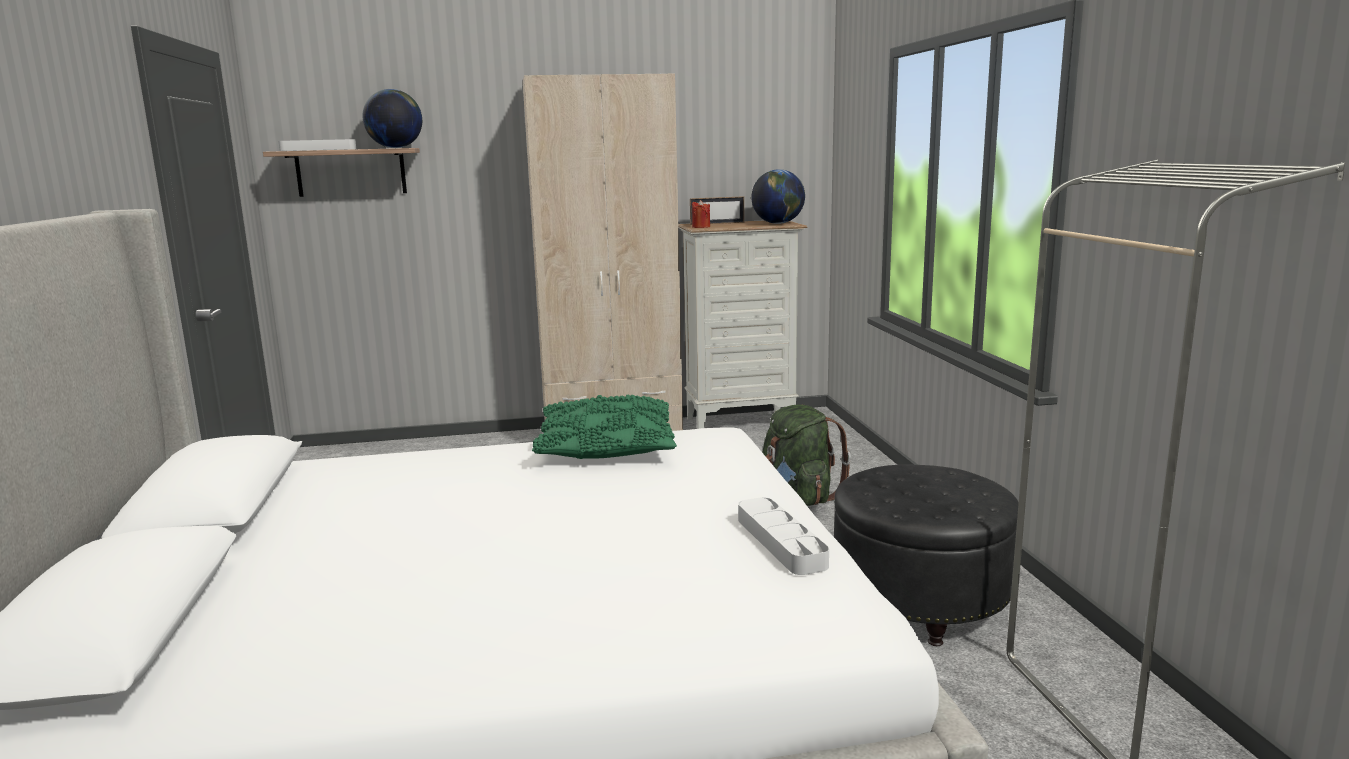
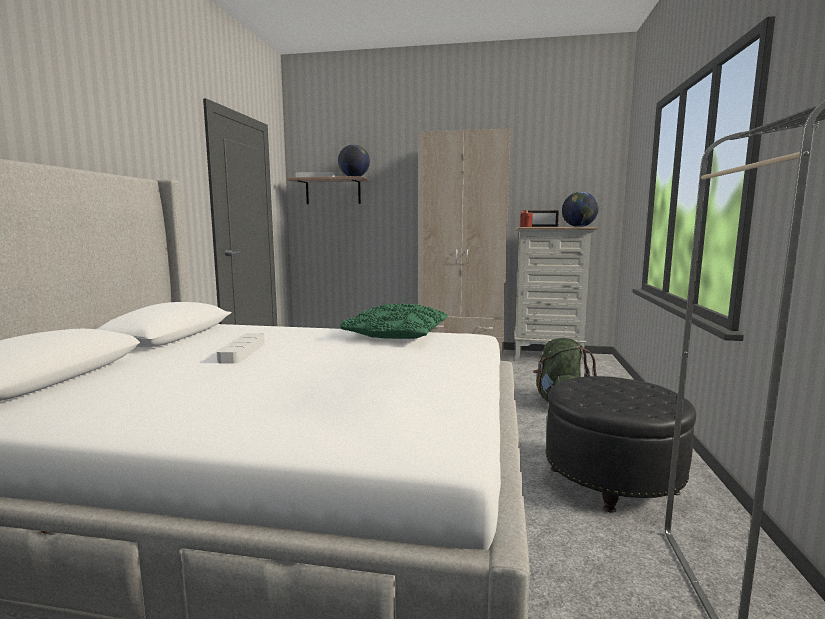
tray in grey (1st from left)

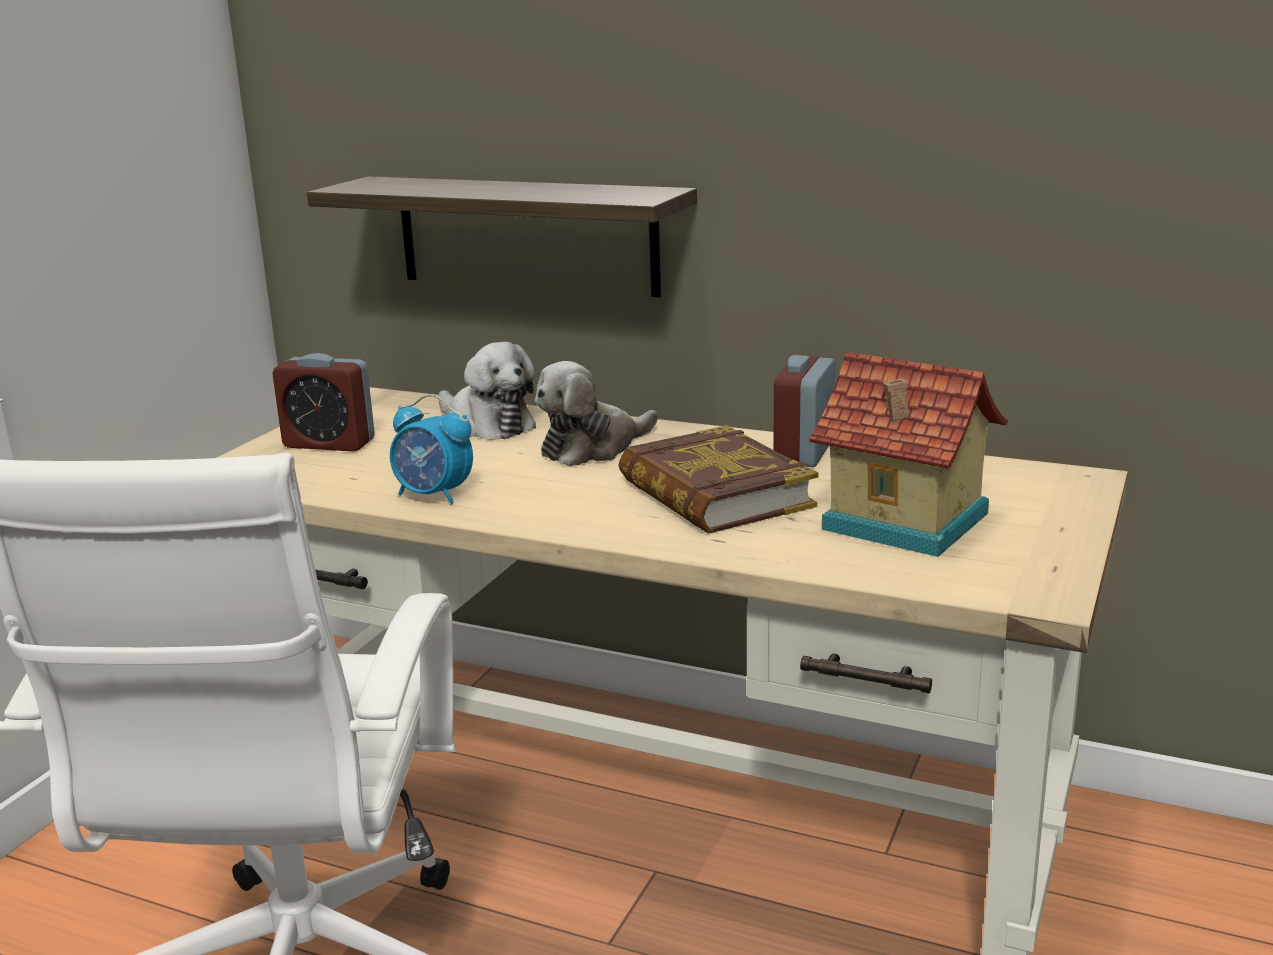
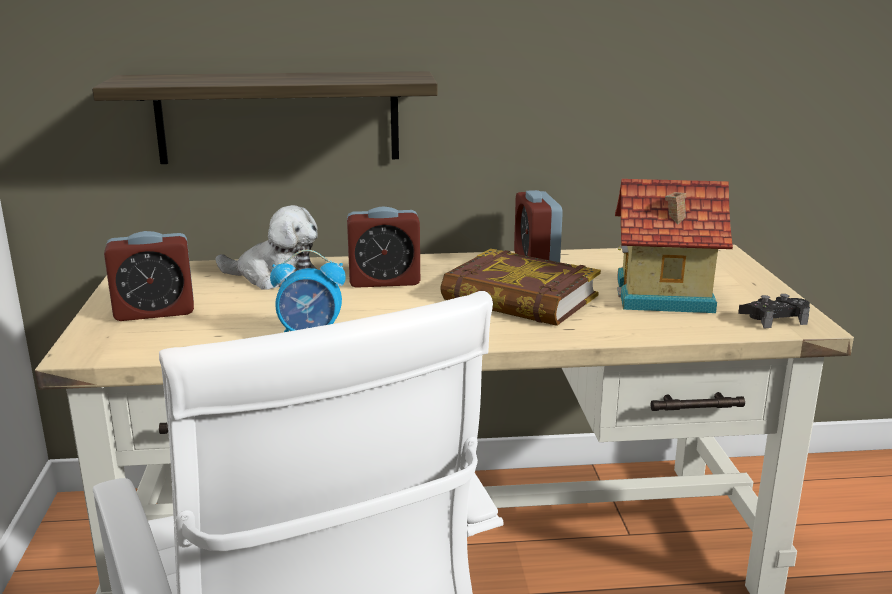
alarm clock (3rd from left); game controller in black

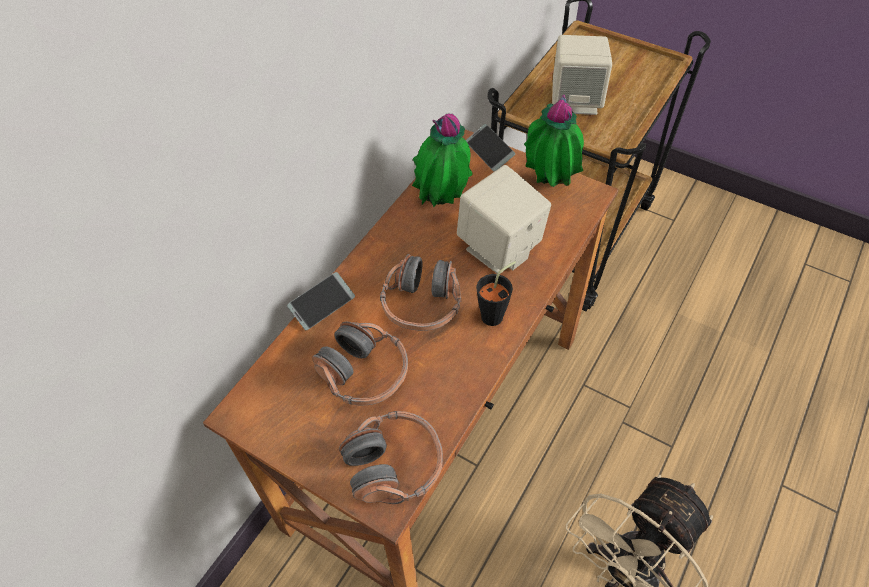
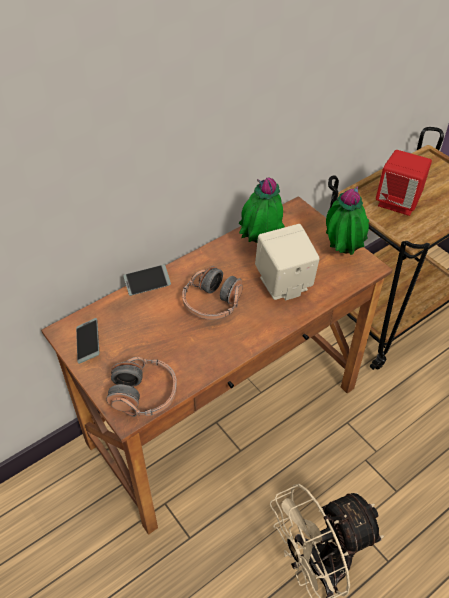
phone (1st from left); speaker in red; headphones (1st from left in the first image); cup in black

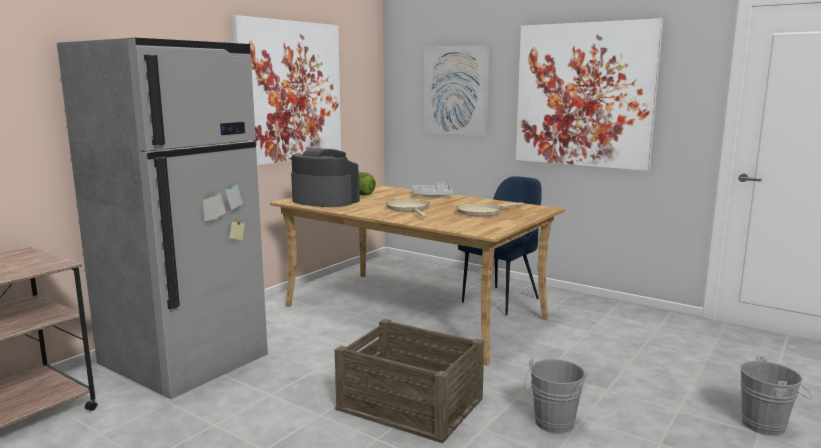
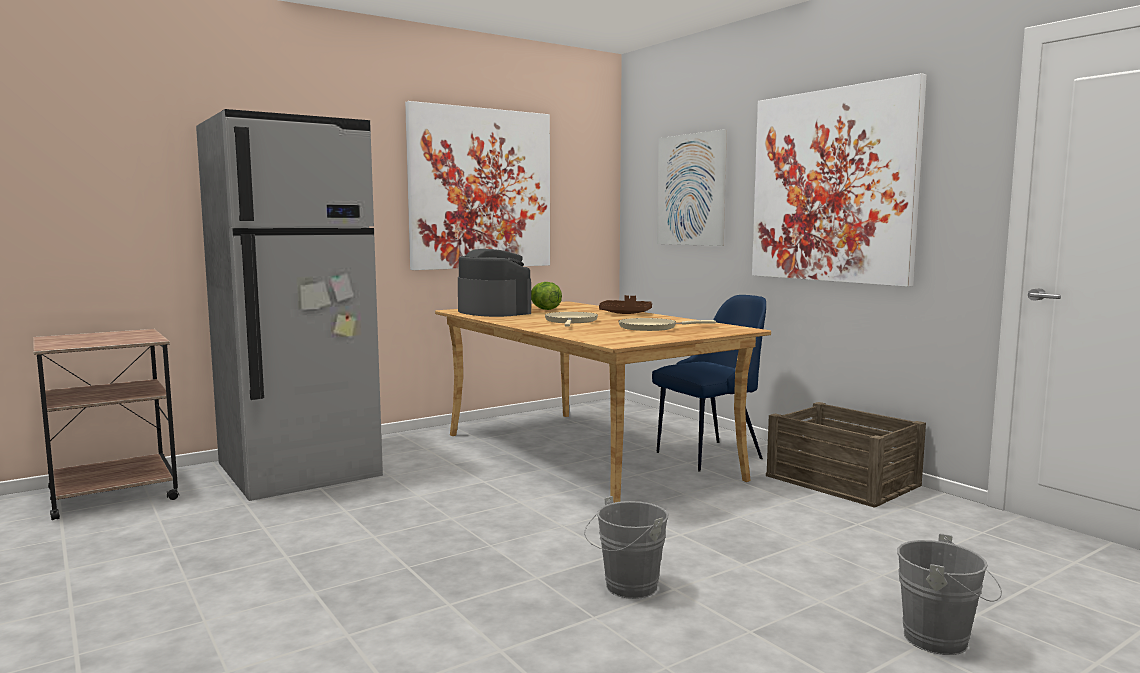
tray in brown; crate

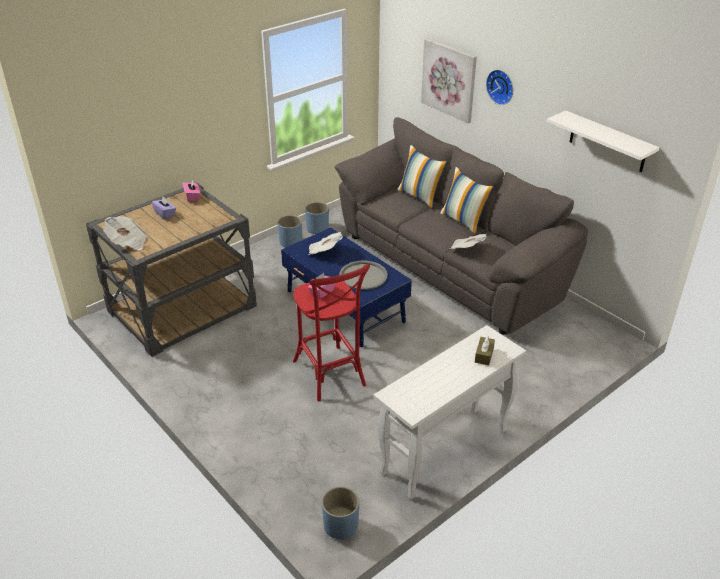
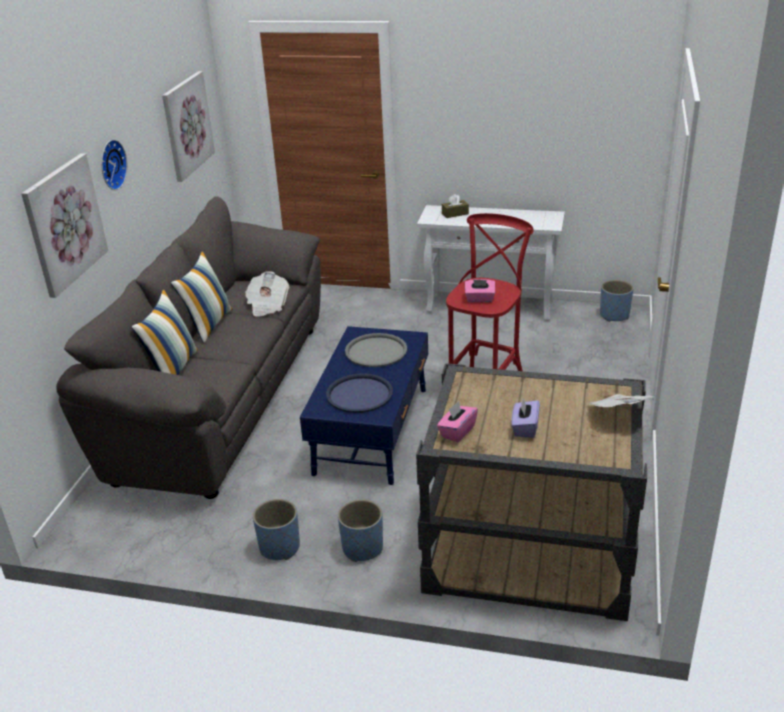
picture (2nd from left); tray in blue; planter in blue (2nd from left)

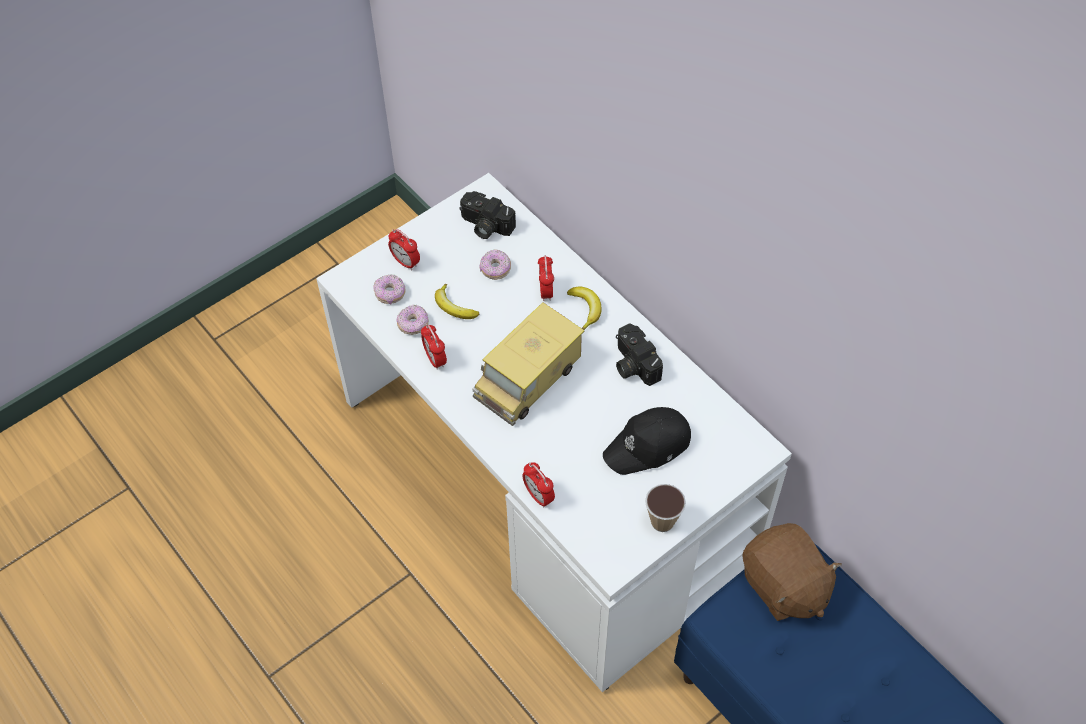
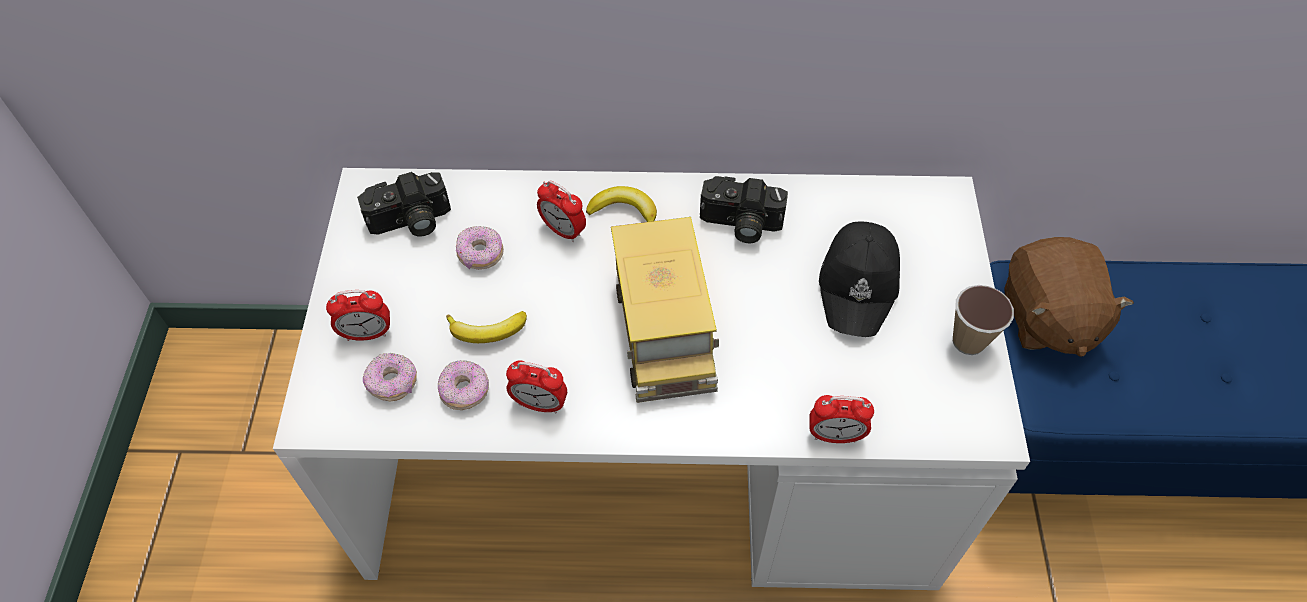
plush toy in brown

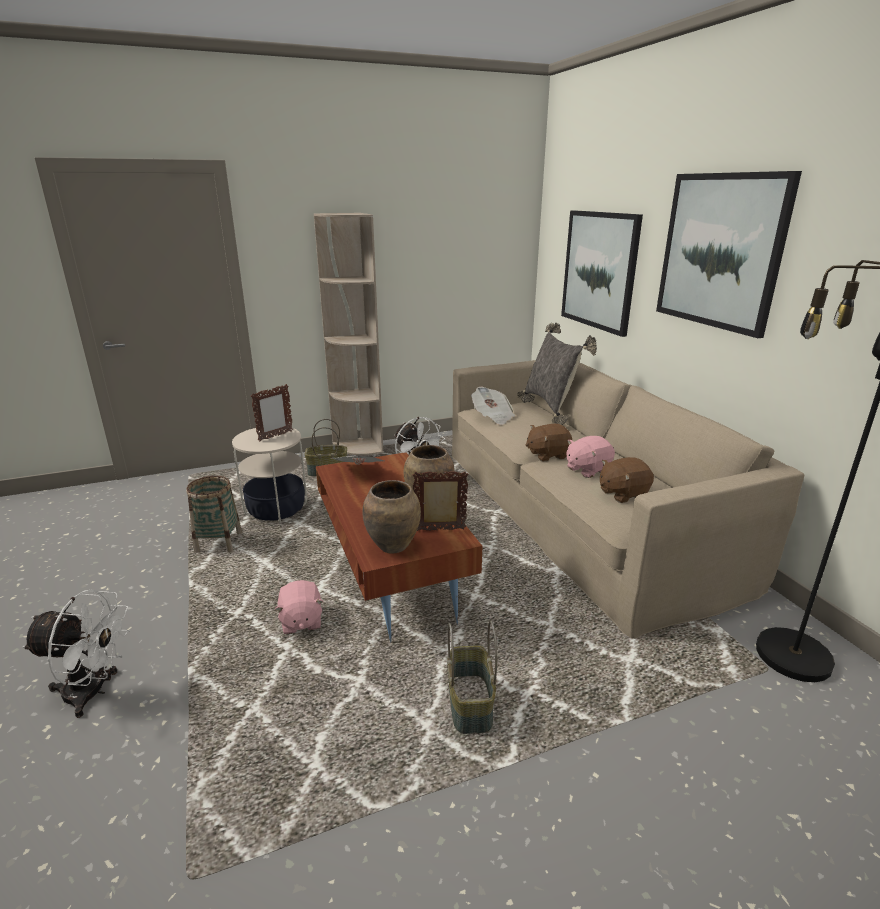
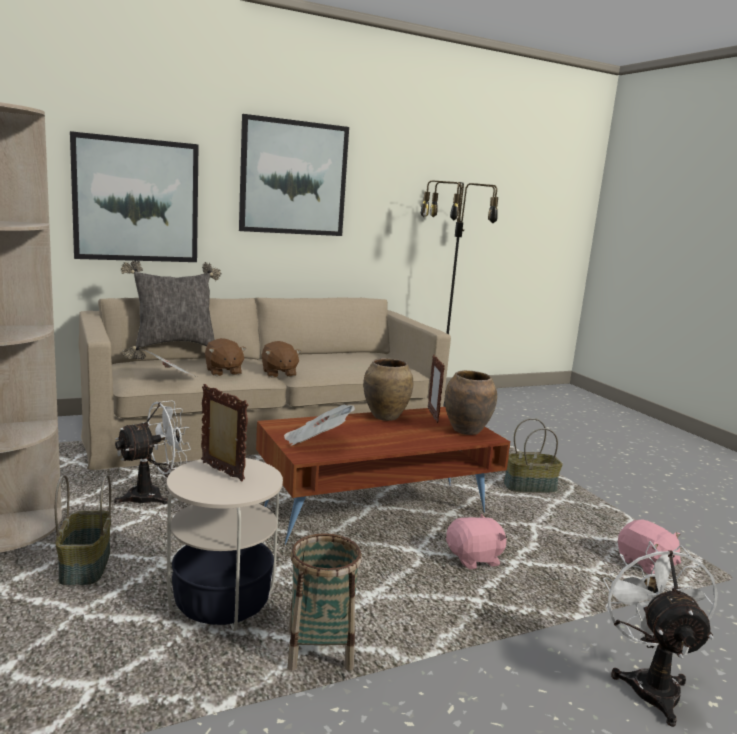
plush toy in brown (1st from left); plush toy in pink (2nd from left)

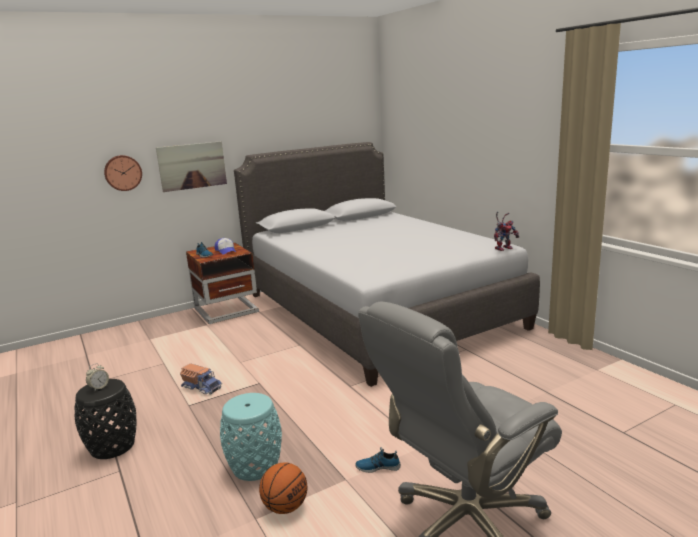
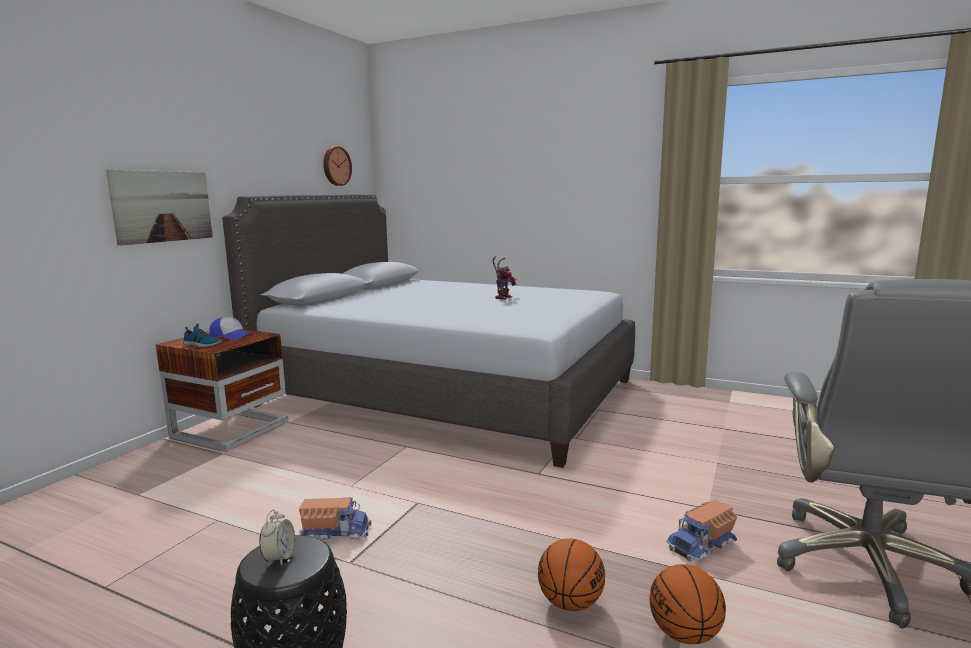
wall clock; toy robot; basketball (1st from left); toy truck (2nd from left)

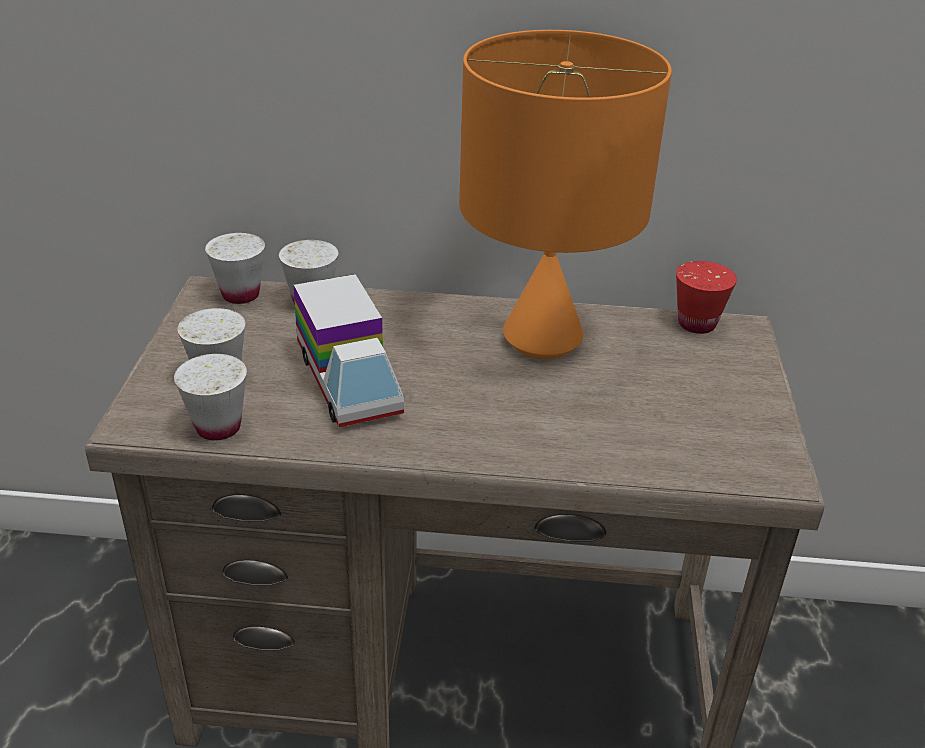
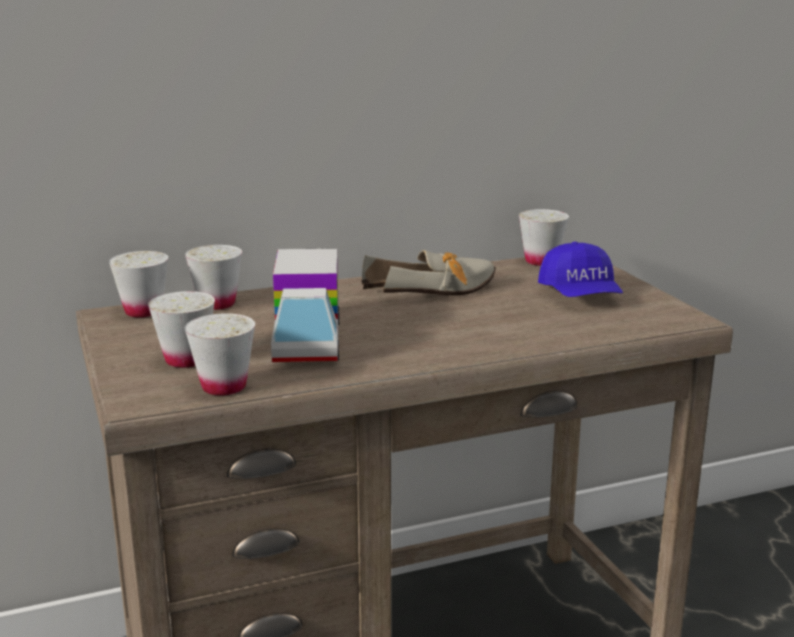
toy truck; shoe; cup in white (5th from left); cap in blue

